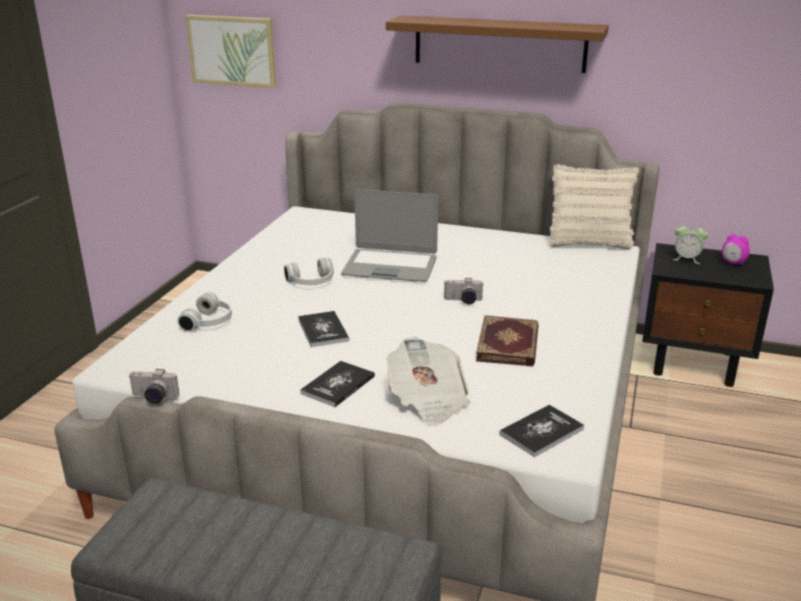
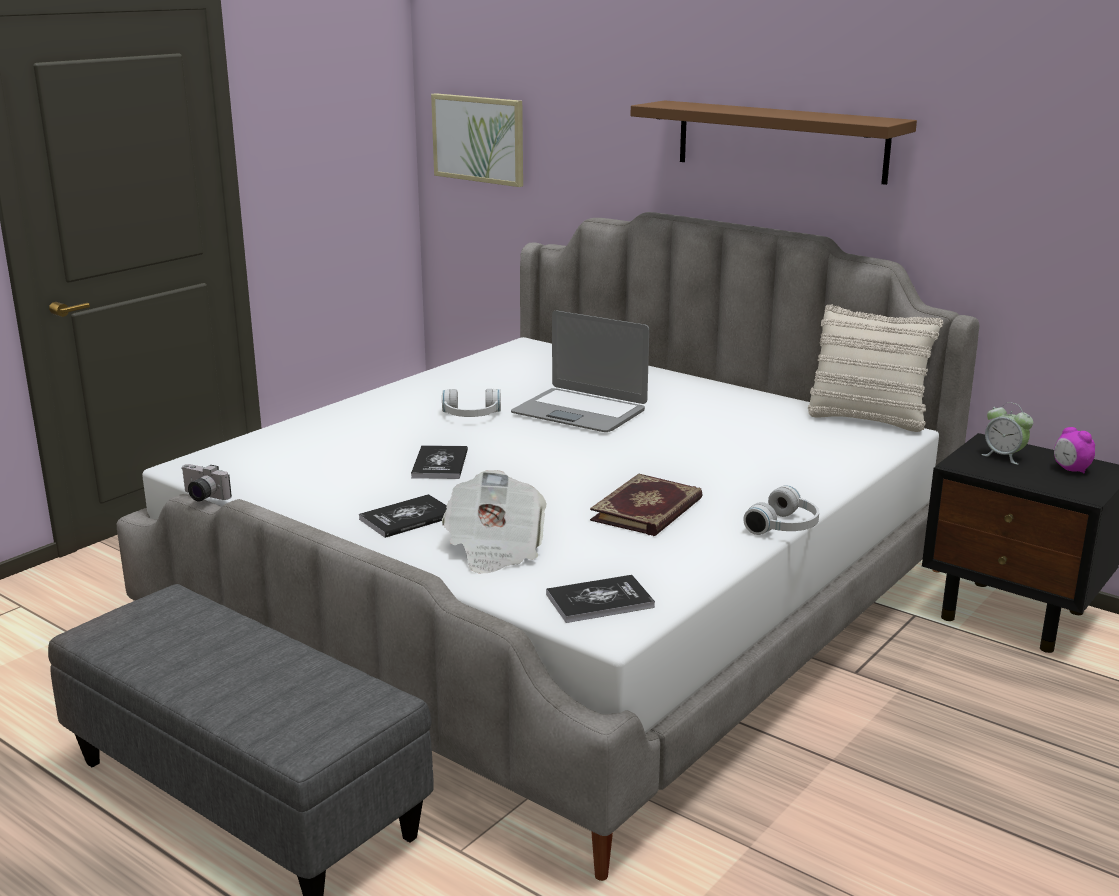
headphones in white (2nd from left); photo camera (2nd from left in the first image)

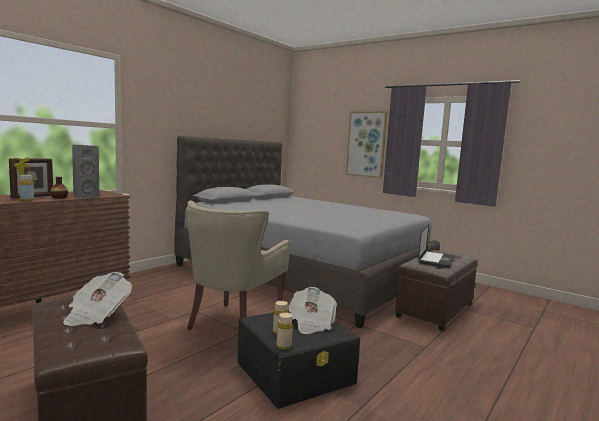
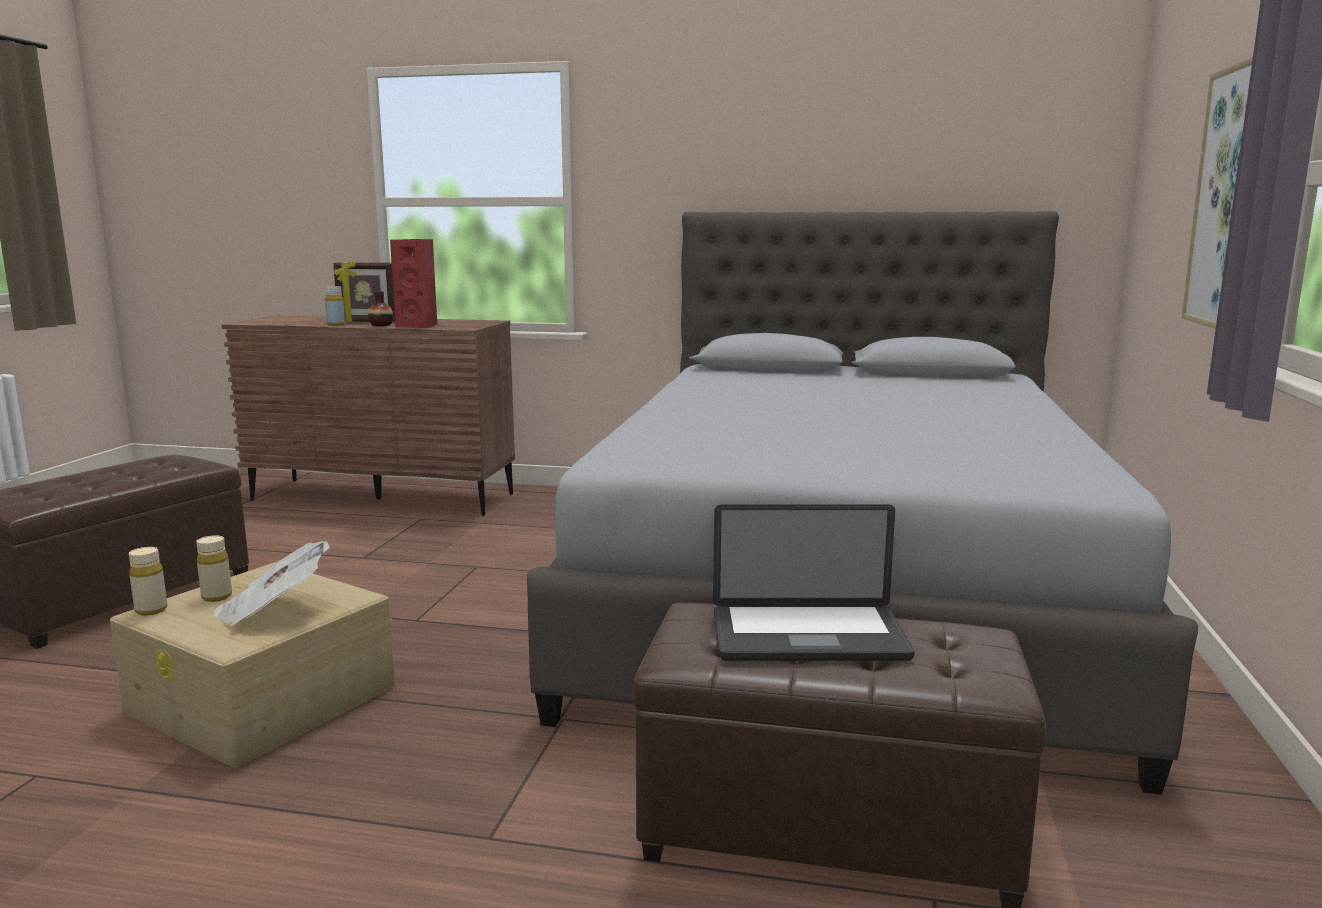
storage box in beige; speaker in red; newspaper (1st from left in the first image); armchair in beige

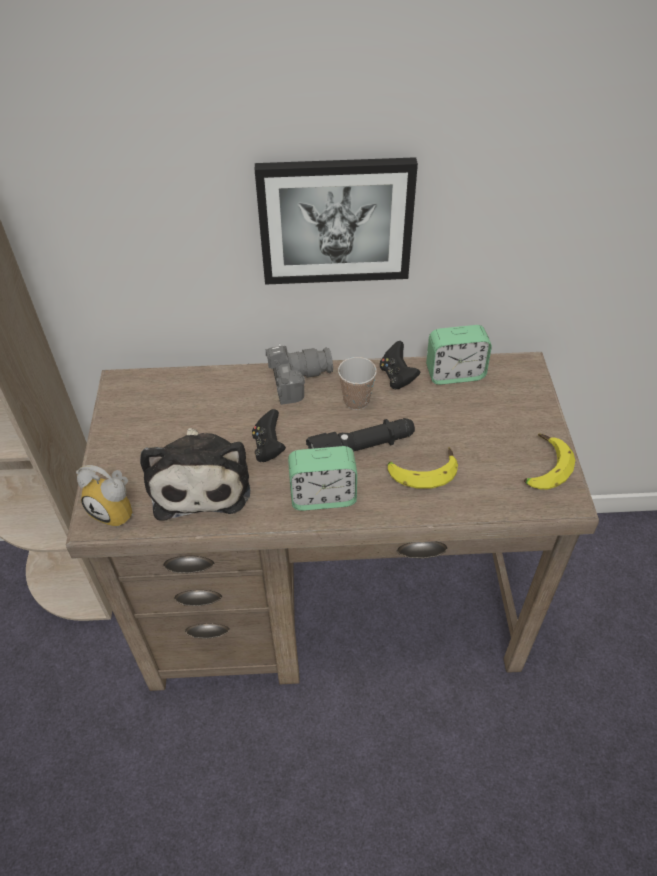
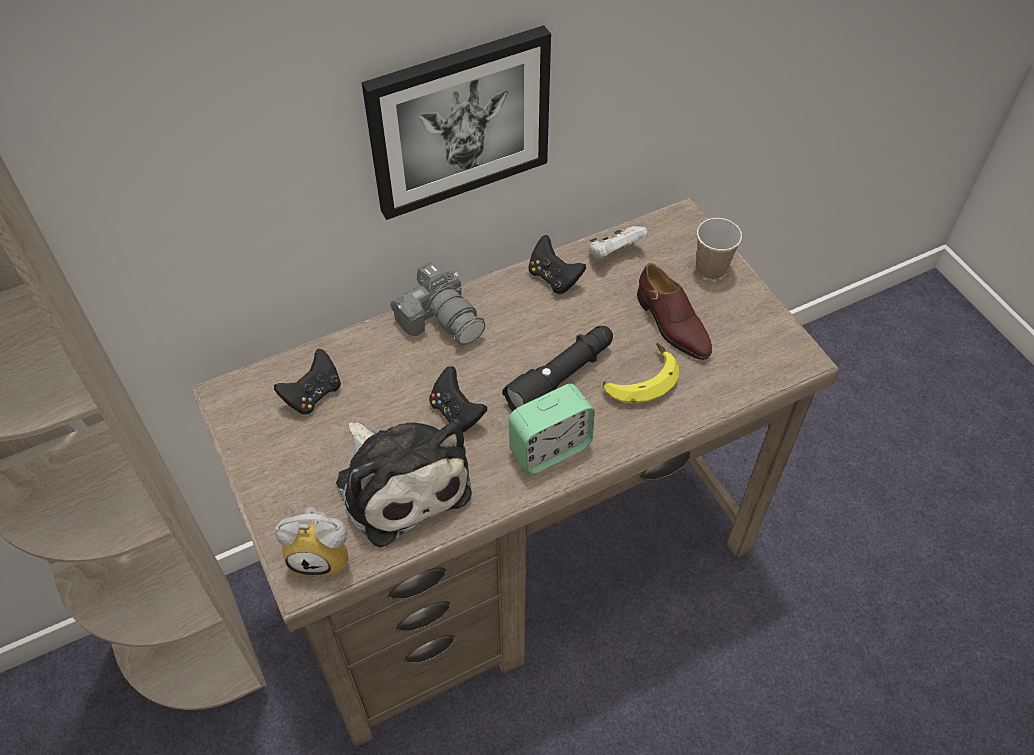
game controller in black (1st from left); photo camera; game controller in white; shoe in brown; cup; banana (2nd from left in the first image)

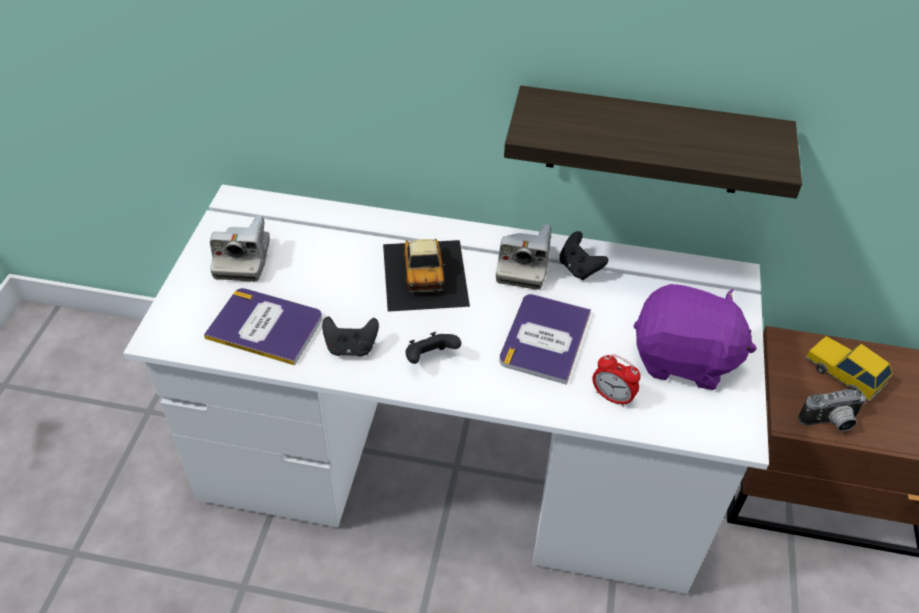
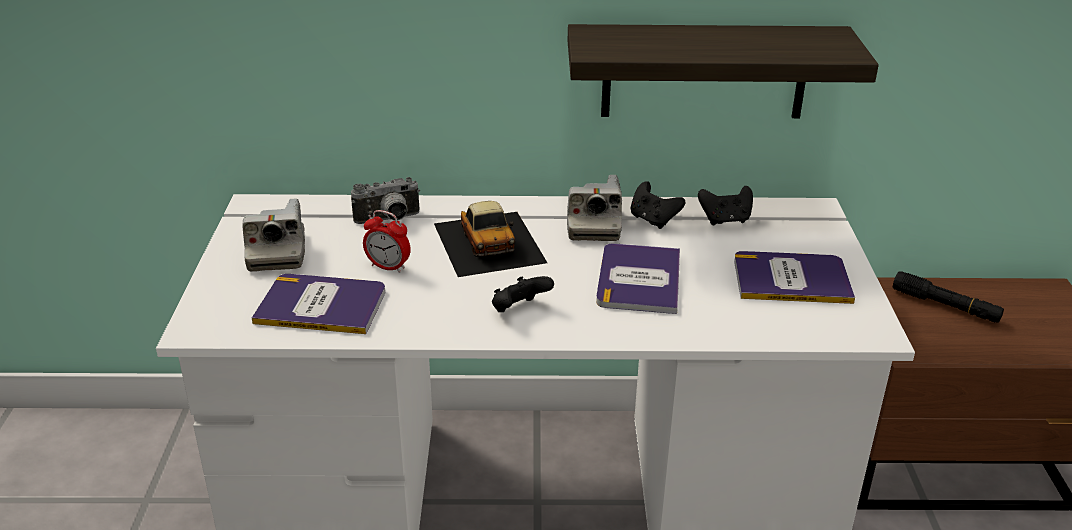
photo camera (2nd from left); alarm clock; game controller in black (3rd from left); book (3rd from left); flashlight in black

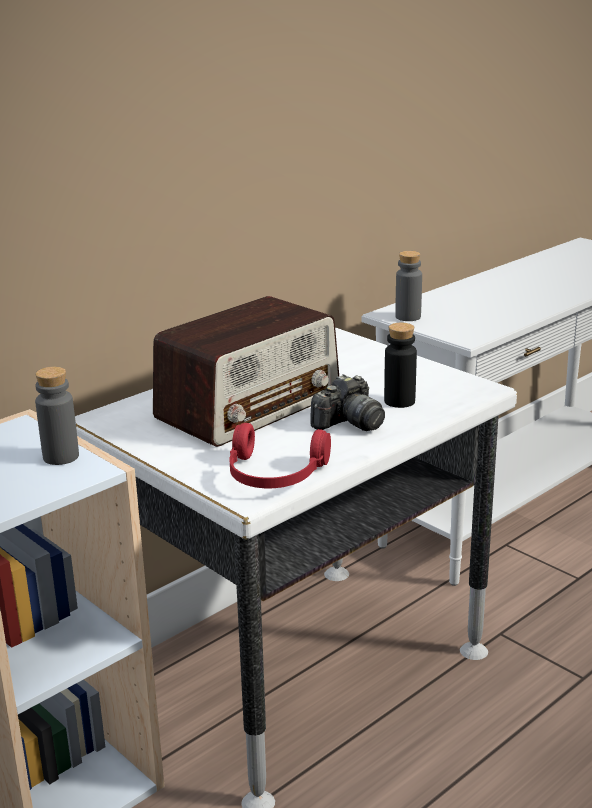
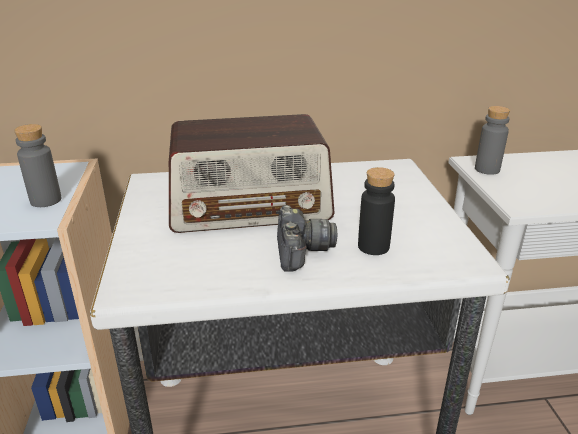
photo camera; headphones in red

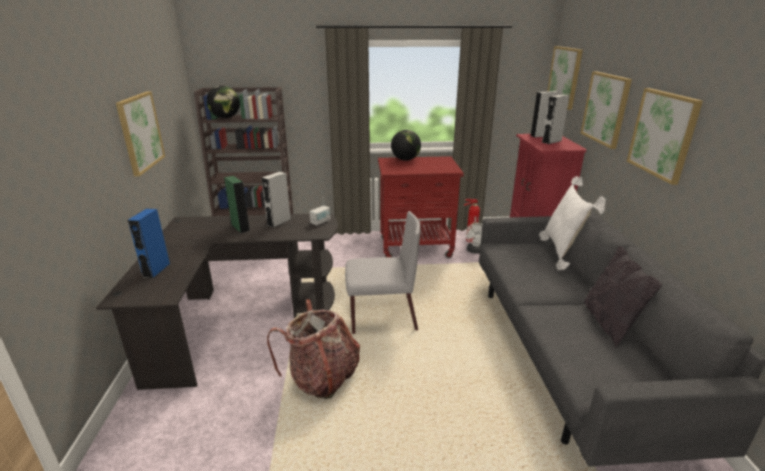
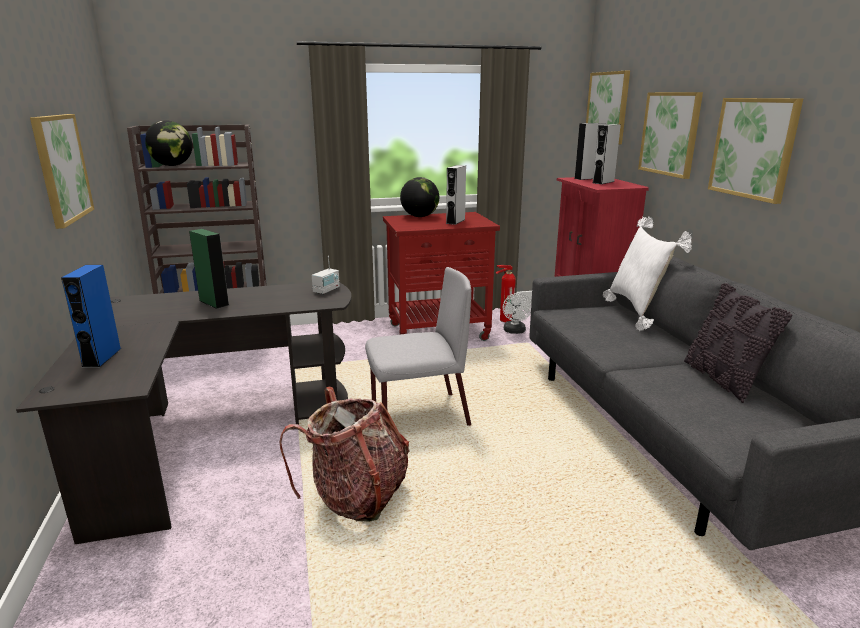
speaker in grey (1st from left)

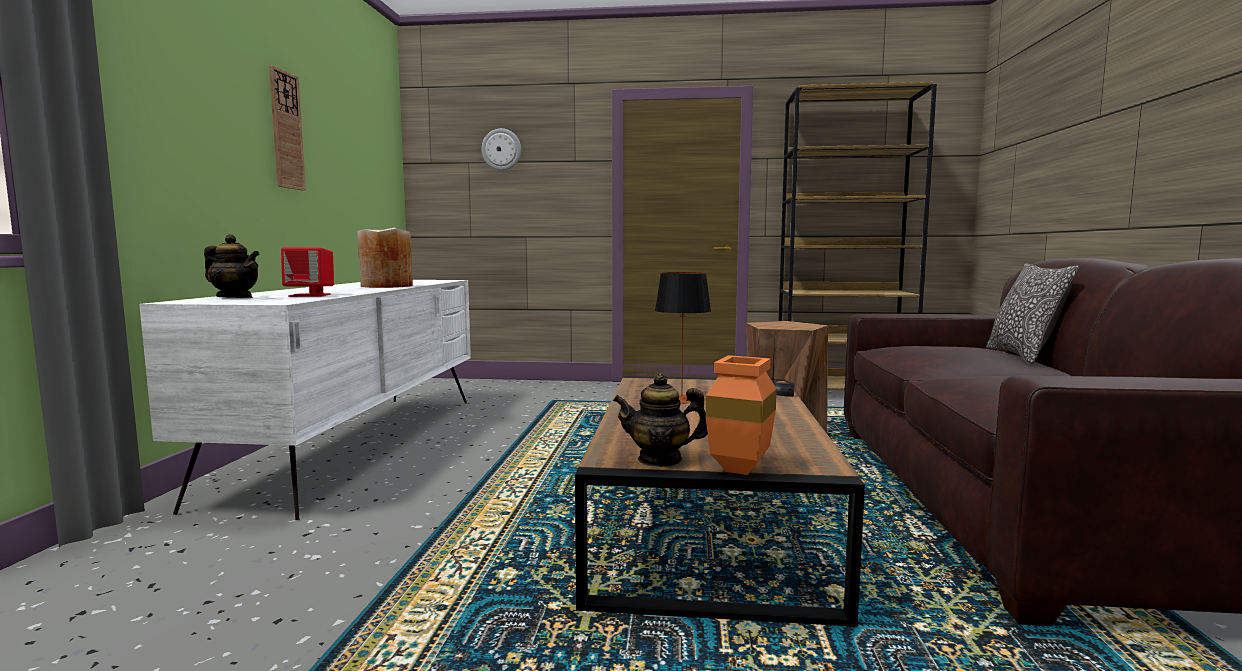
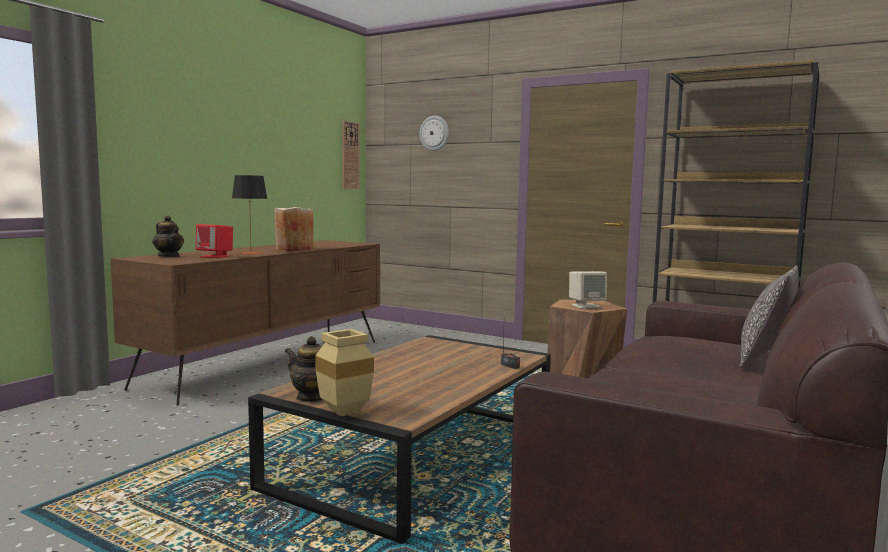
tv stand in brown; table lamp; vase in beige (2nd from left); wall clock (1st from left); speaker in beige

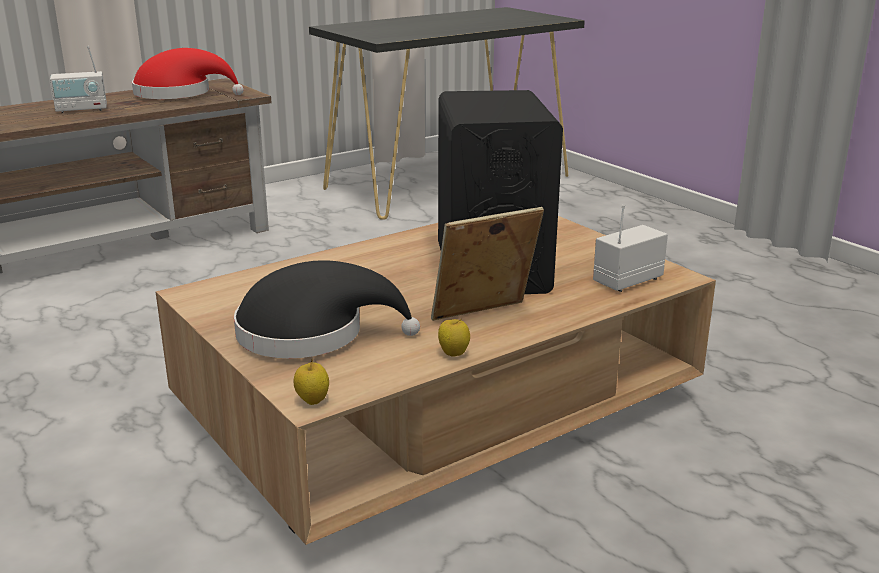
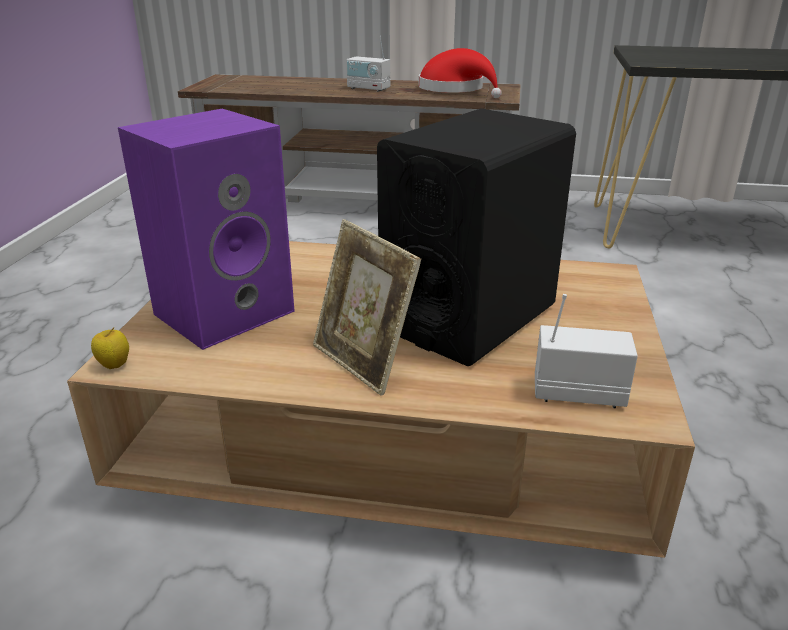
speaker in purple; picture frame; apple (2nd from left in the first image)

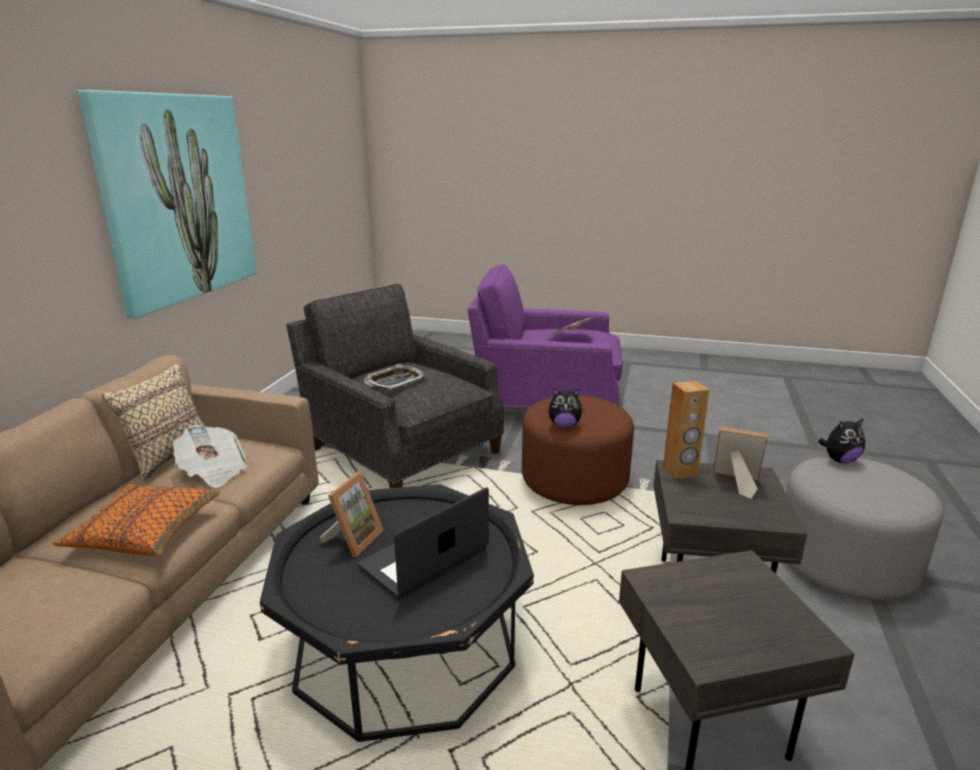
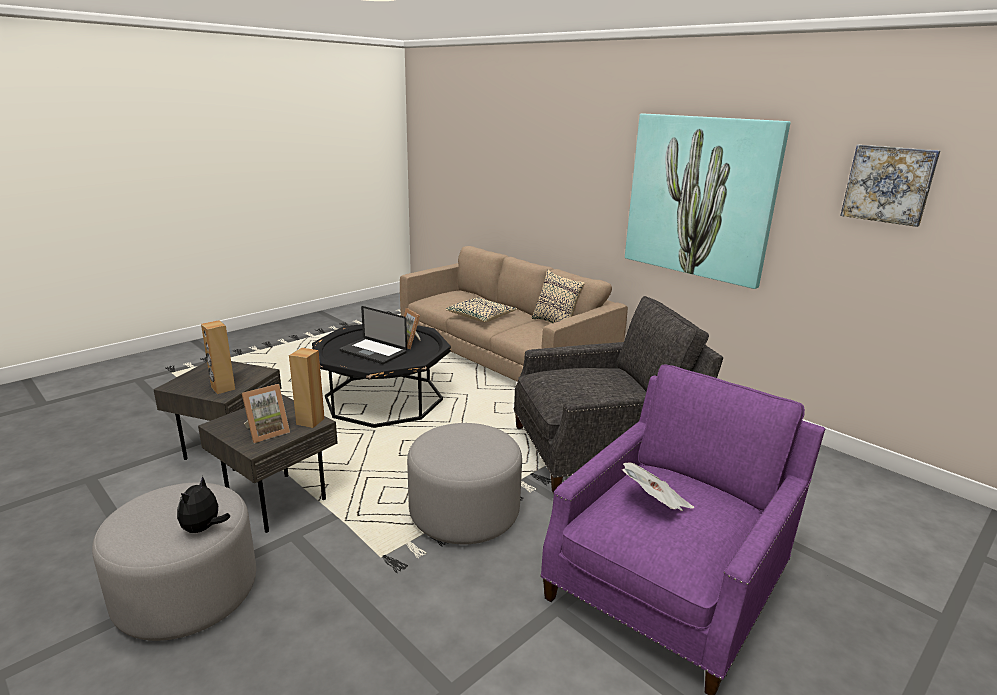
speaker in brown (1st from left); laptop; ottoman in grey (2nd from left); pillow in beige (1st from left); picture (2nd from left); newspaper (1st from left in the first image); tray; plush toy (1st from left in the first image)

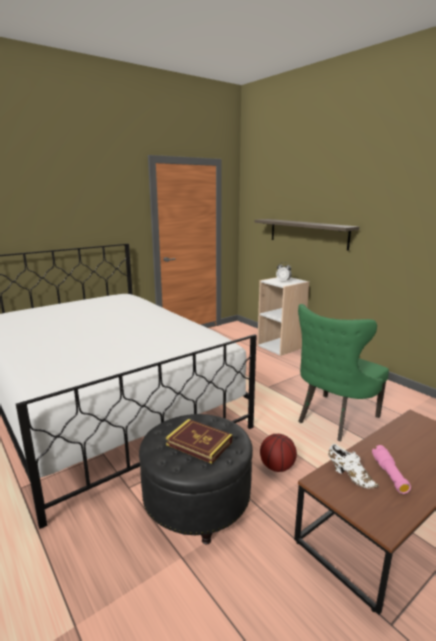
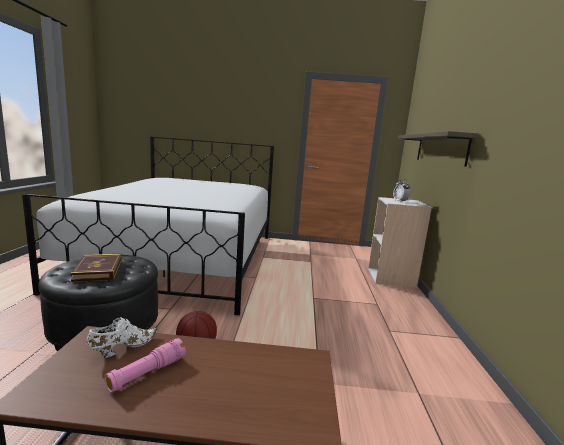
shoe in white; chair in green

